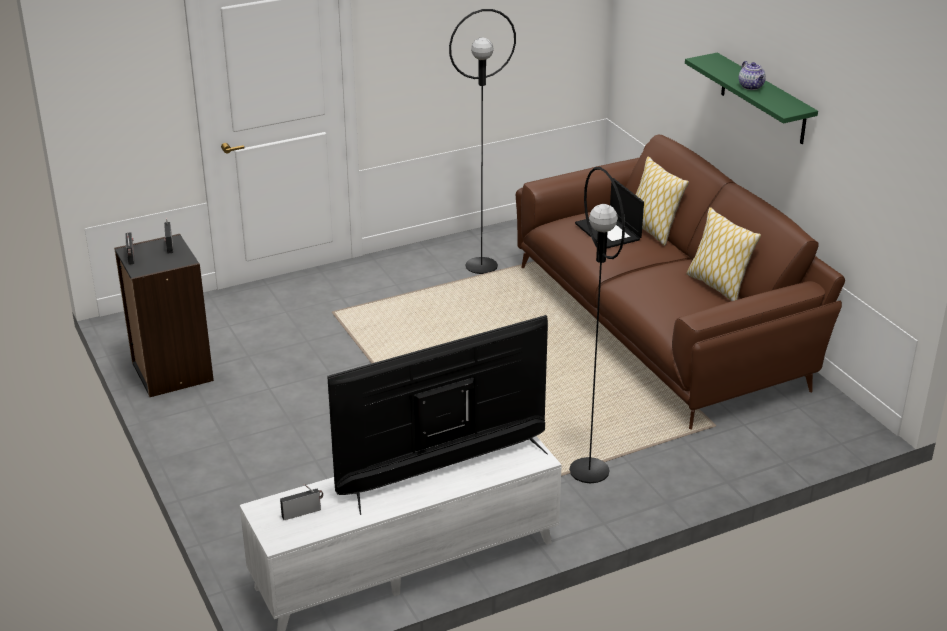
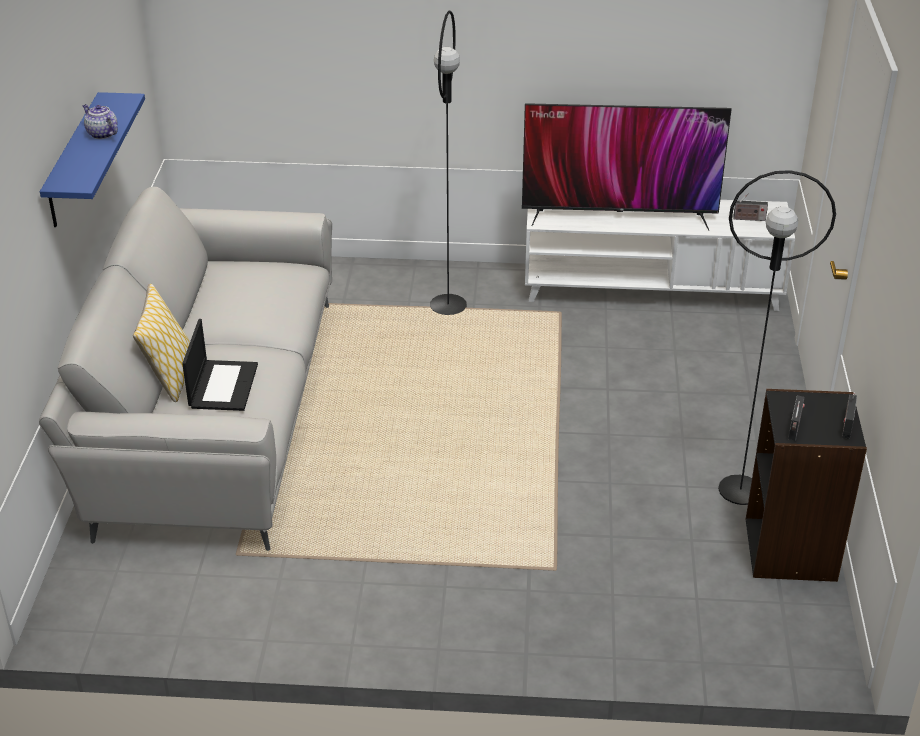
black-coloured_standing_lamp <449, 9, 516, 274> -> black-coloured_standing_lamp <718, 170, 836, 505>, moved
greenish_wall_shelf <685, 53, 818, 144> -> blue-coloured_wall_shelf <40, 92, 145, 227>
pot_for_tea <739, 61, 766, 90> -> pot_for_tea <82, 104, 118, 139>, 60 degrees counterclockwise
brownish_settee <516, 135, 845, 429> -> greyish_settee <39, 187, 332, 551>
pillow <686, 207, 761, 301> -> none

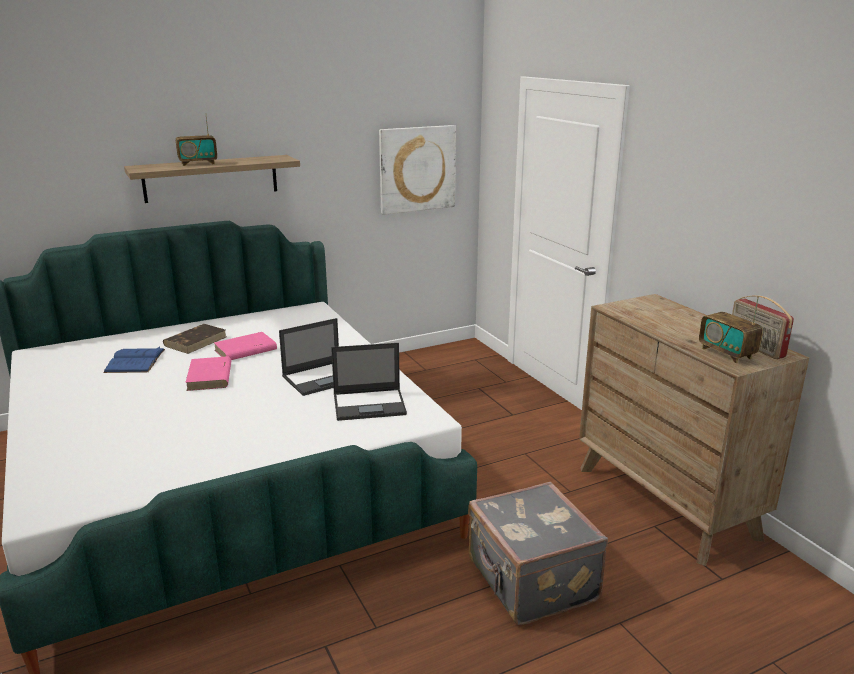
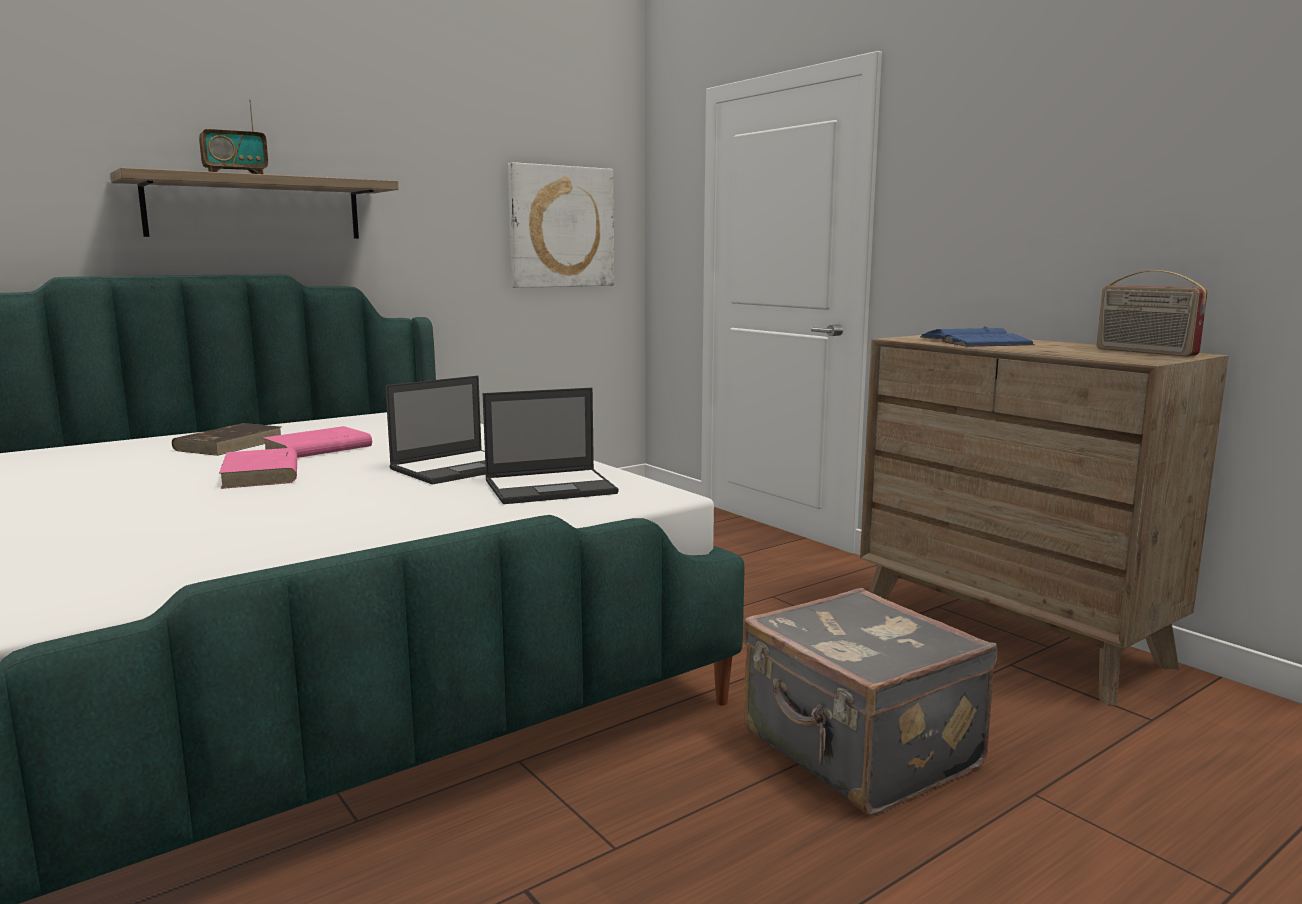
radio_set <699, 296, 763, 363> -> none
blue-coloured_volume <103, 346, 165, 373> -> blue-coloured_volume <920, 326, 1035, 347>, moved

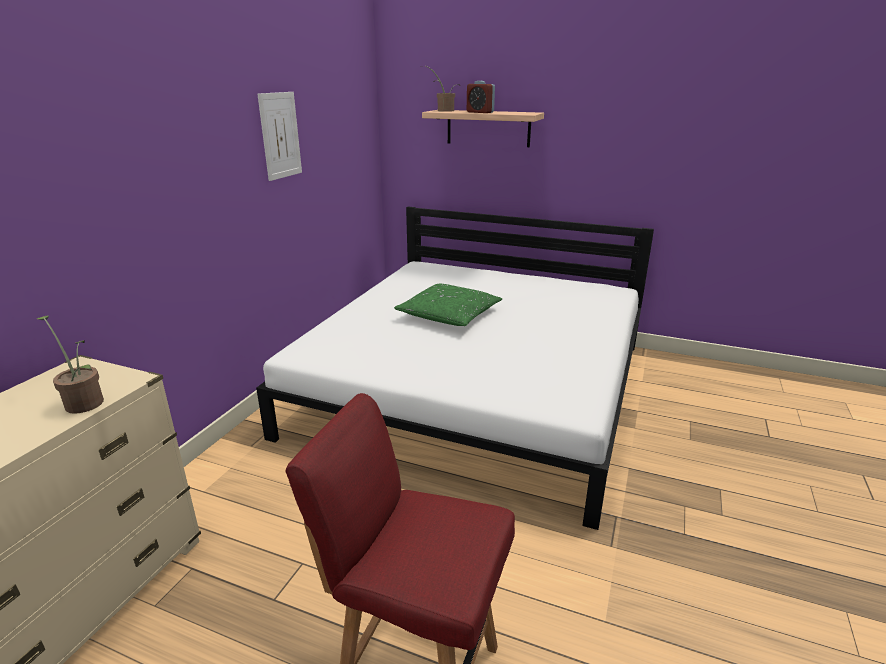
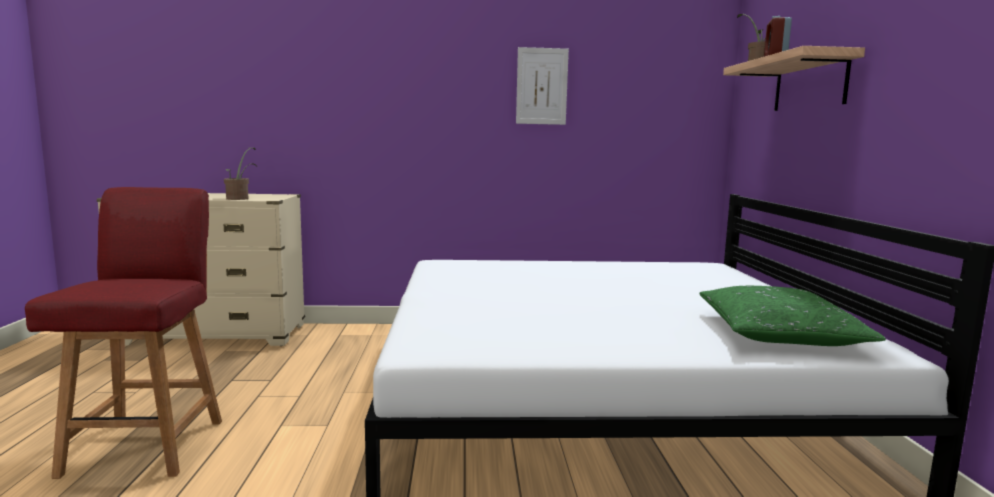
greenish_pillow <394, 284, 502, 326> -> greenish_pillow <700, 286, 886, 346>, moved

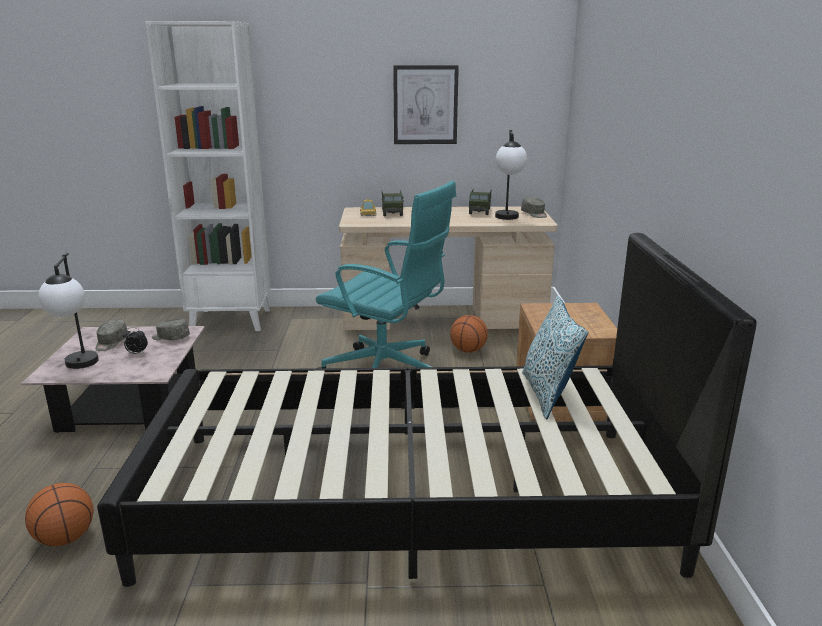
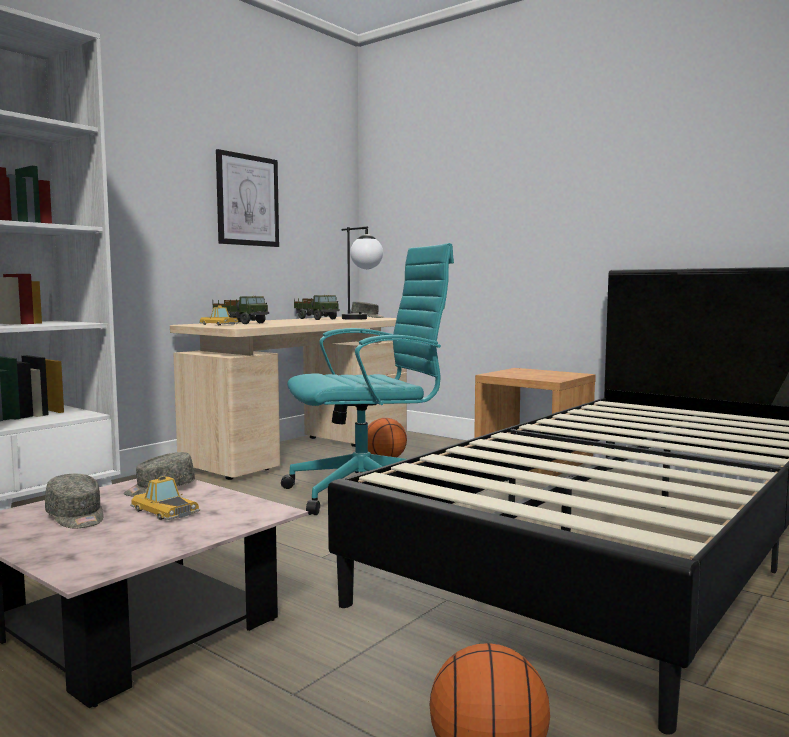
table_lamp <38, 253, 99, 369> -> none
pillow <522, 296, 588, 419> -> none
table_clock <123, 328, 148, 354> -> toy_car <130, 476, 200, 520>

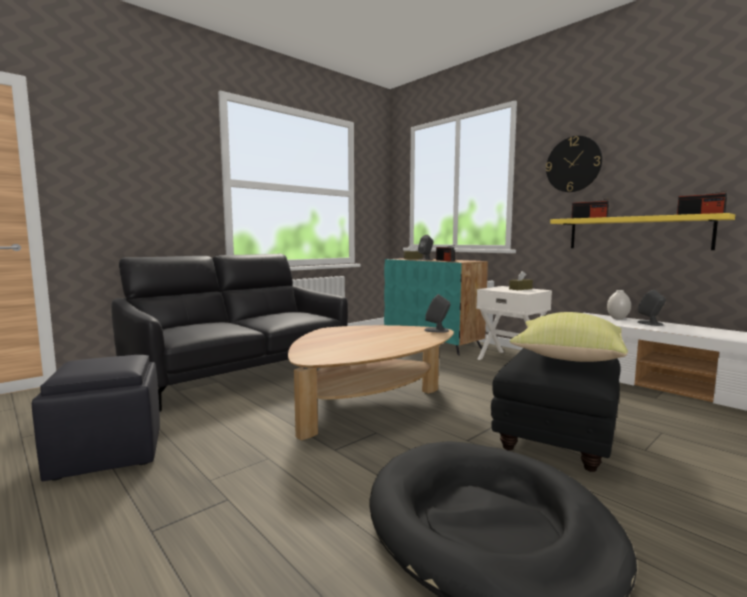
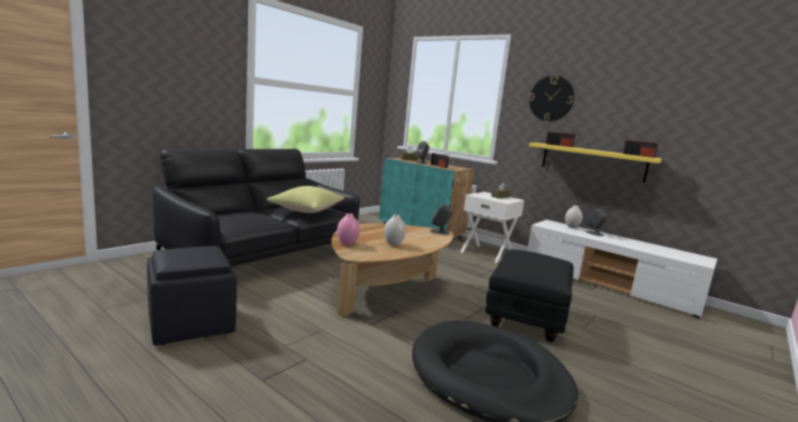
yellow_pillow <510, 312, 628, 362> -> yellow_pillow <267, 186, 345, 213>, moved
none -> pinkish_decorative_vase <337, 213, 360, 246>
none -> whitish_decorative_vase <384, 215, 406, 246>

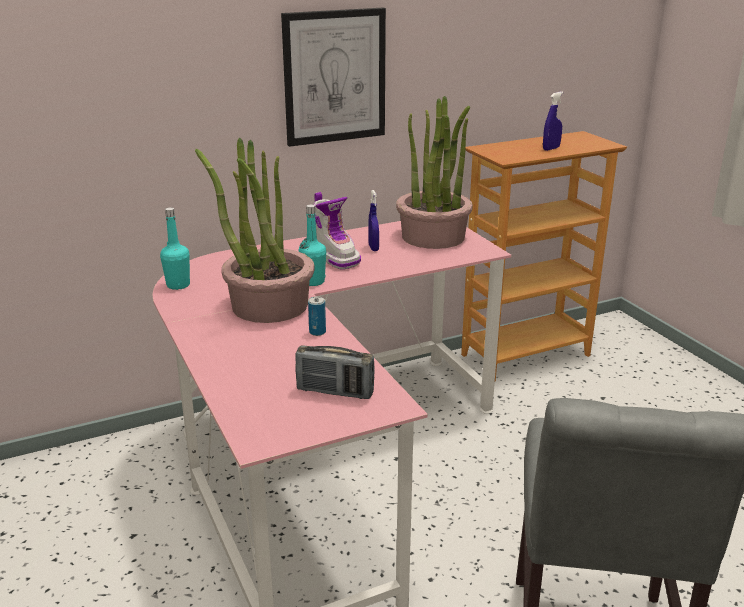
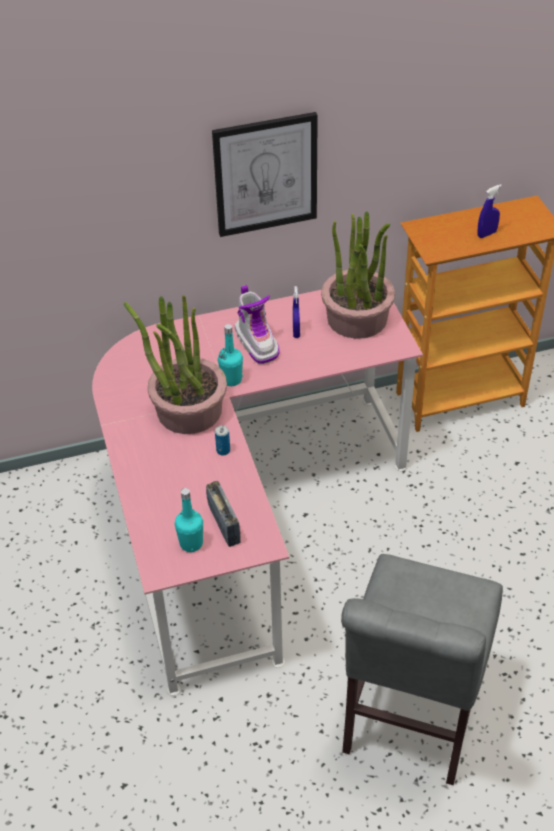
blue-green_drink_bottle <160, 207, 190, 290> -> blue-green_drink_bottle <175, 488, 203, 552>, moved
radio_set <296, 345, 375, 399> -> radio_set <206, 481, 241, 547>, 135 degrees counterclockwise

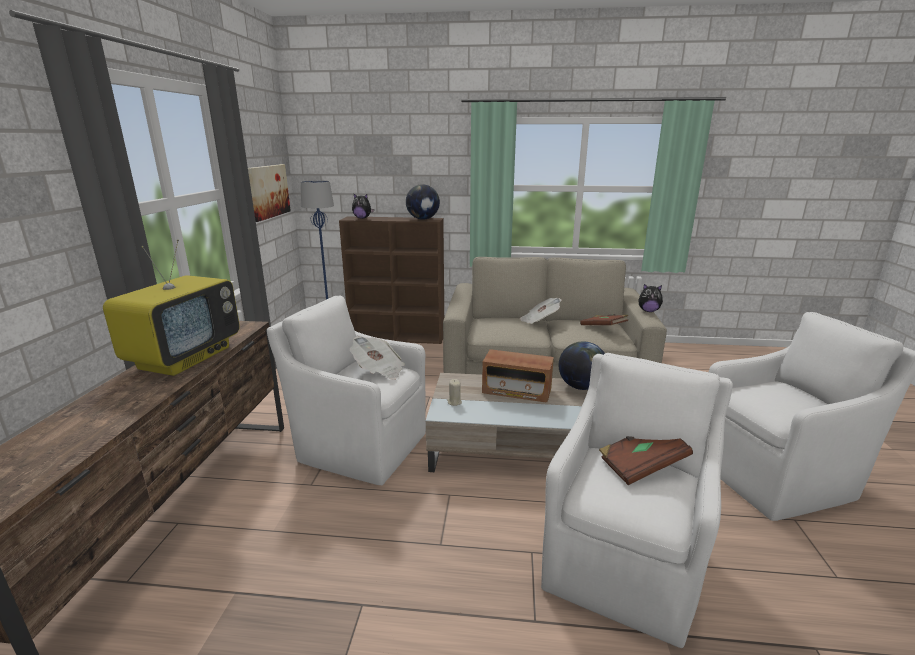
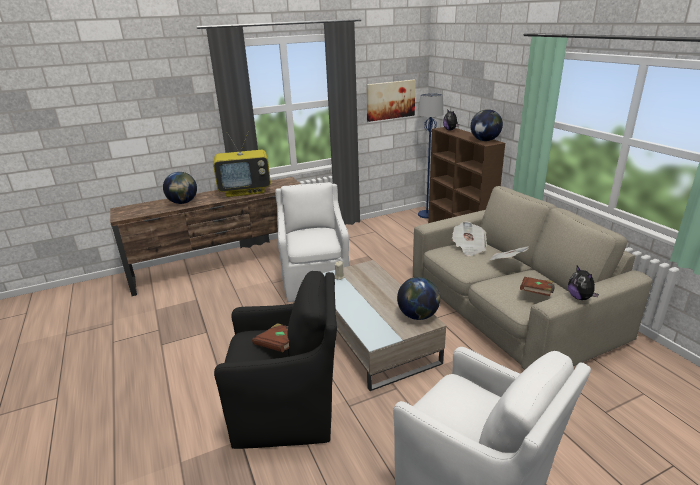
printed_paper <350, 336, 405, 380> -> printed_paper <452, 221, 487, 256>, moved
radio_set <482, 349, 554, 402> -> none
whitish_armchair <541, 353, 733, 648> -> black-coloured_armchair <214, 271, 337, 449>
none -> world_globe <163, 172, 197, 204>

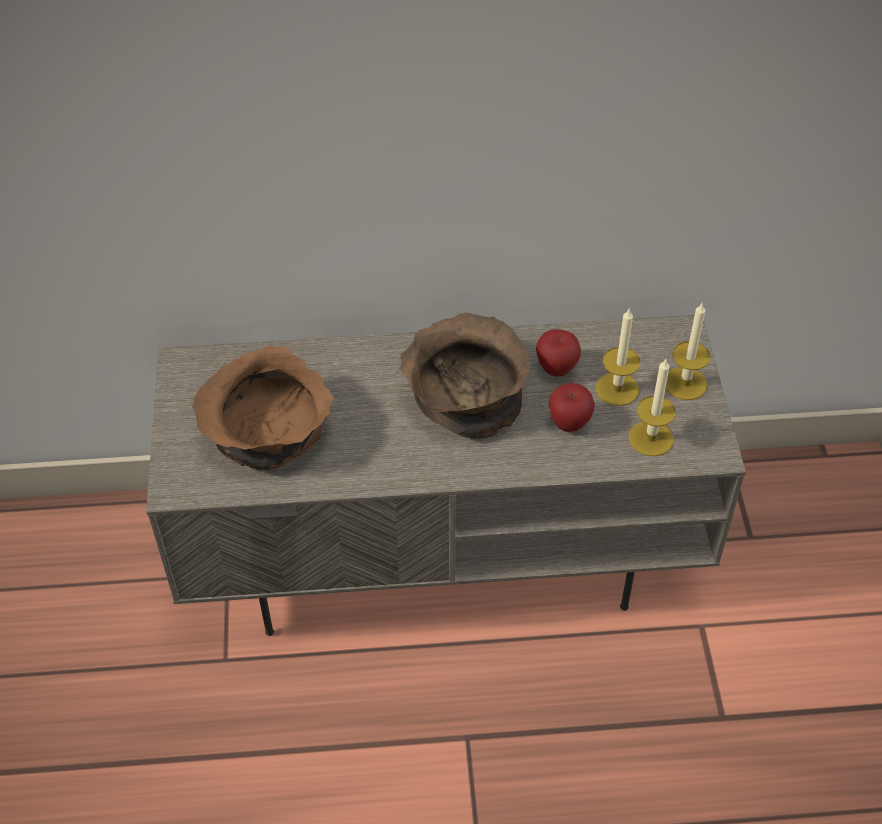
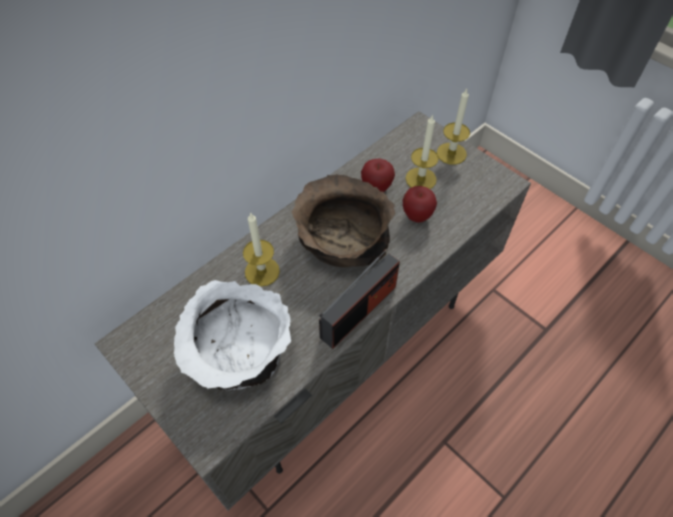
brownish_serving_bowl <192, 345, 334, 470> -> whitish_serving_bowl <174, 280, 291, 390>
candle <629, 359, 676, 456> -> candle <243, 212, 280, 287>, moved
none -> radio_set <319, 249, 400, 349>

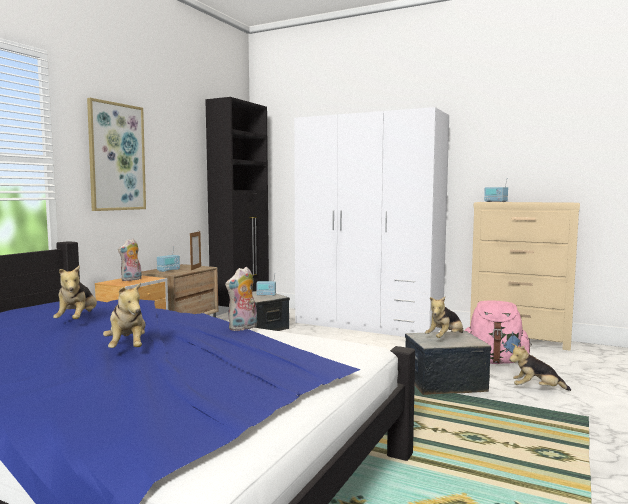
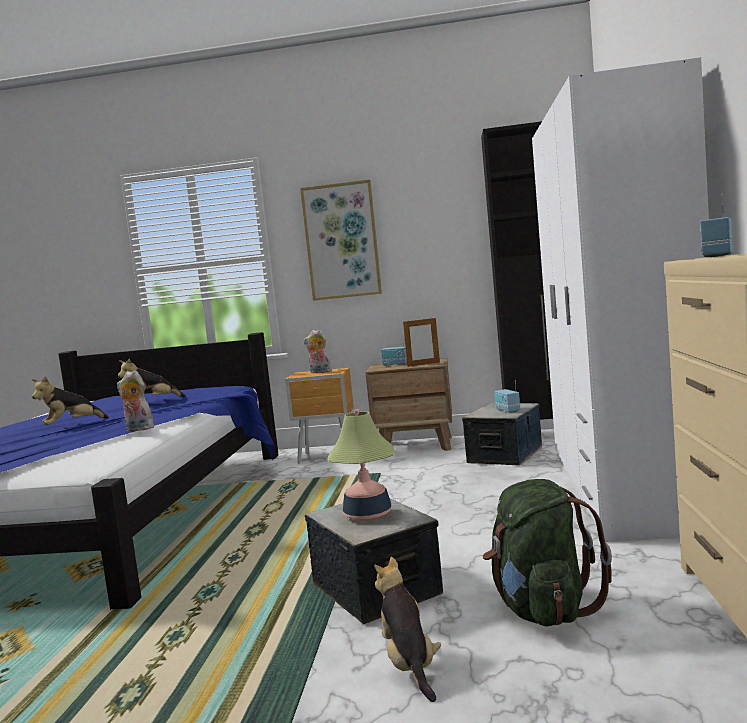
plush_toy <425, 297, 463, 338> -> table_lamp <327, 410, 395, 521>
pinkish_rucksack <465, 301, 532, 364> -> greenish_rucksack <483, 479, 612, 626>

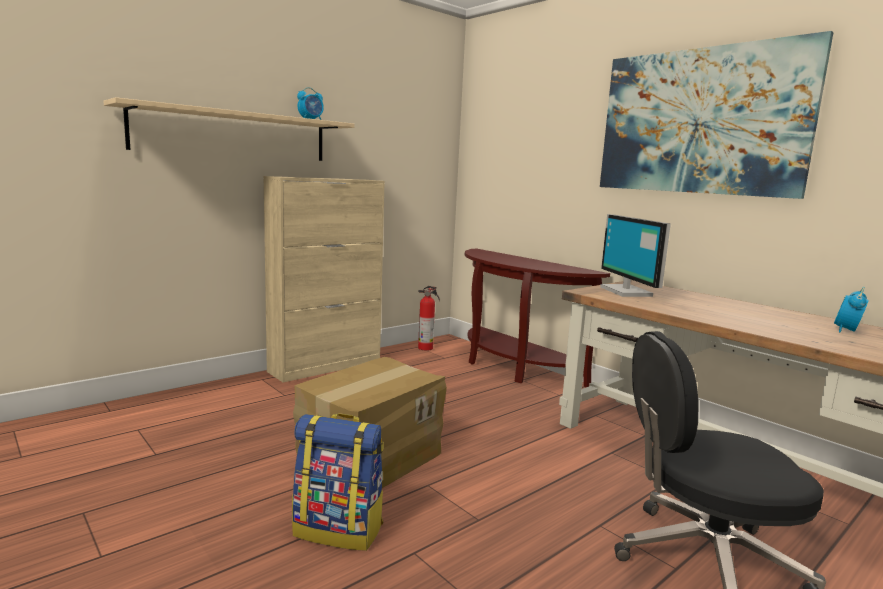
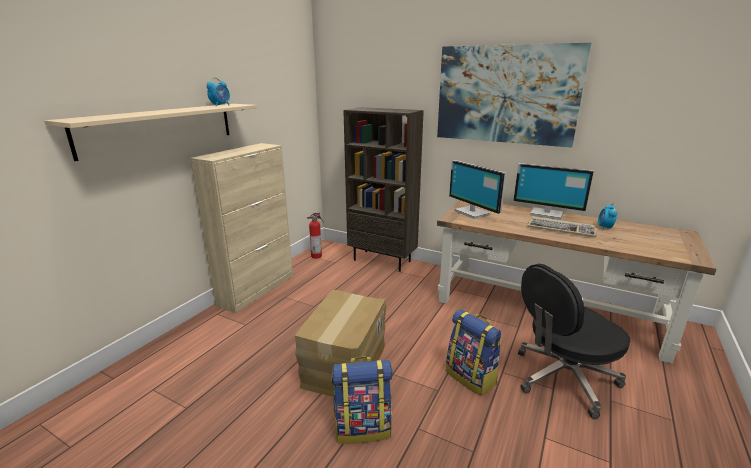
brownish_console_table <465, 249, 610, 387> -> brownish_shelving_unit <343, 107, 424, 272>
none -> computer_display <513, 163, 594, 220>
none -> keyboard <528, 217, 597, 237>
none -> rucksack <446, 309, 502, 396>

